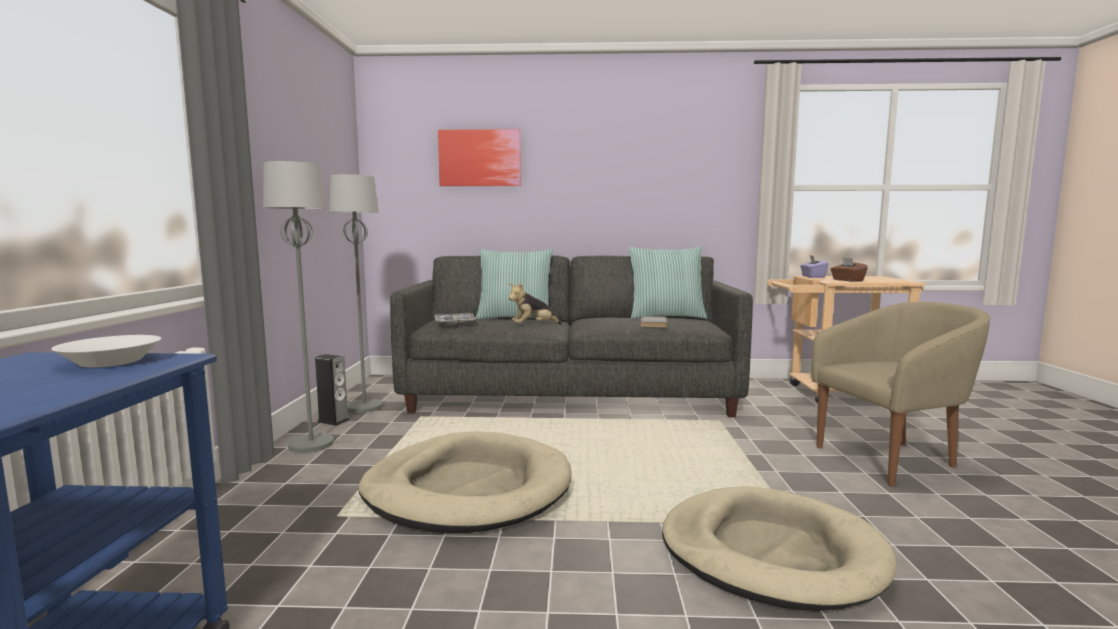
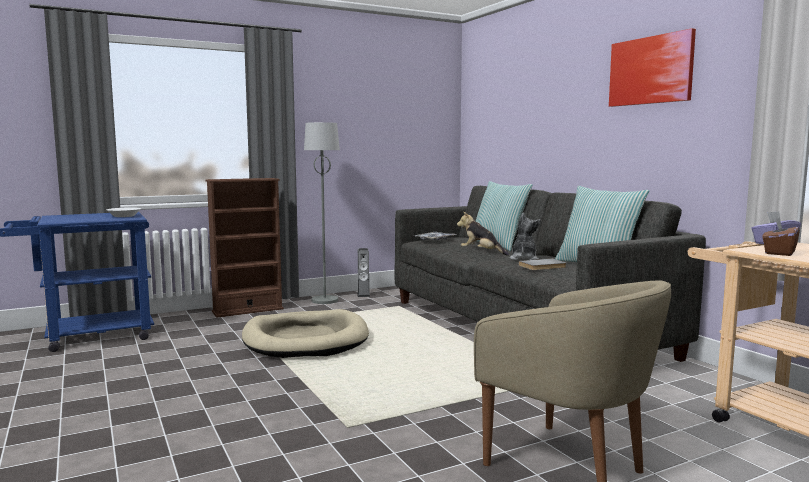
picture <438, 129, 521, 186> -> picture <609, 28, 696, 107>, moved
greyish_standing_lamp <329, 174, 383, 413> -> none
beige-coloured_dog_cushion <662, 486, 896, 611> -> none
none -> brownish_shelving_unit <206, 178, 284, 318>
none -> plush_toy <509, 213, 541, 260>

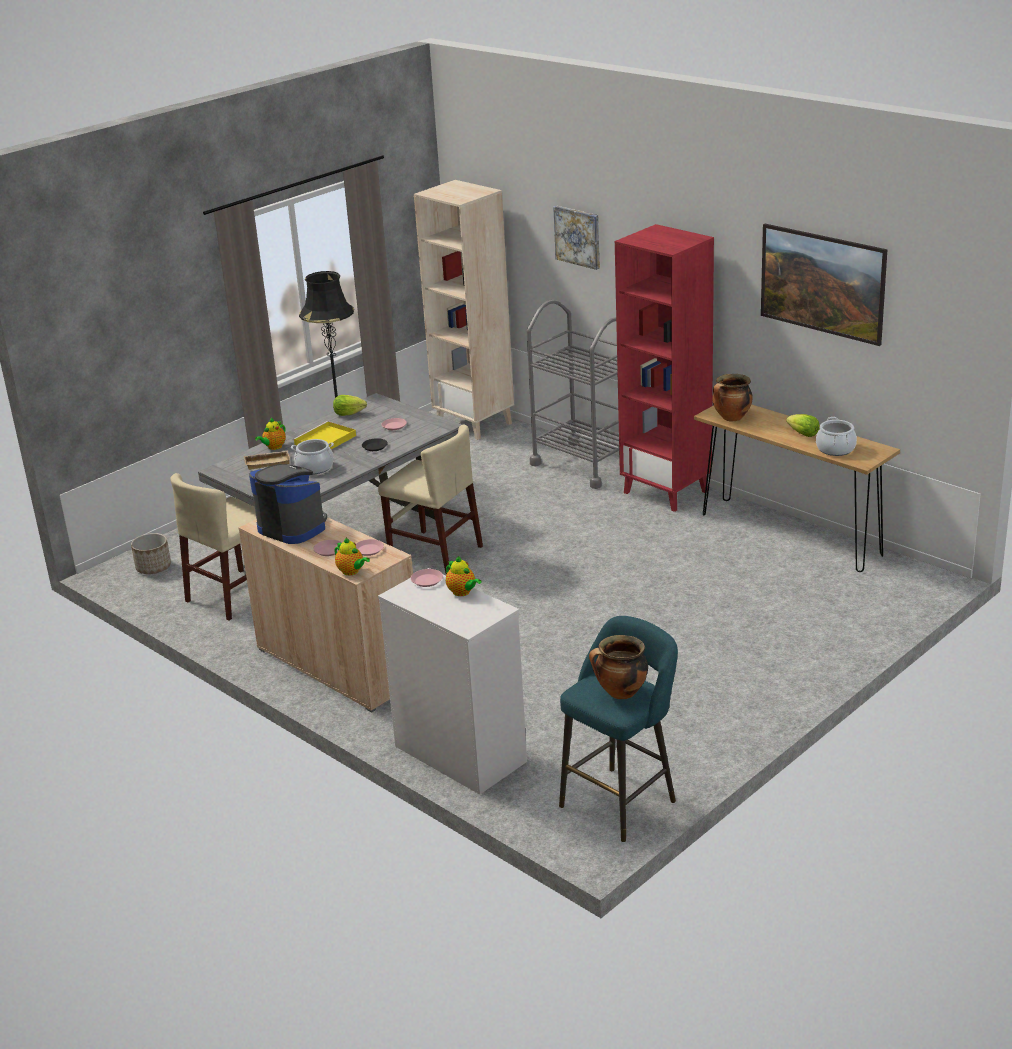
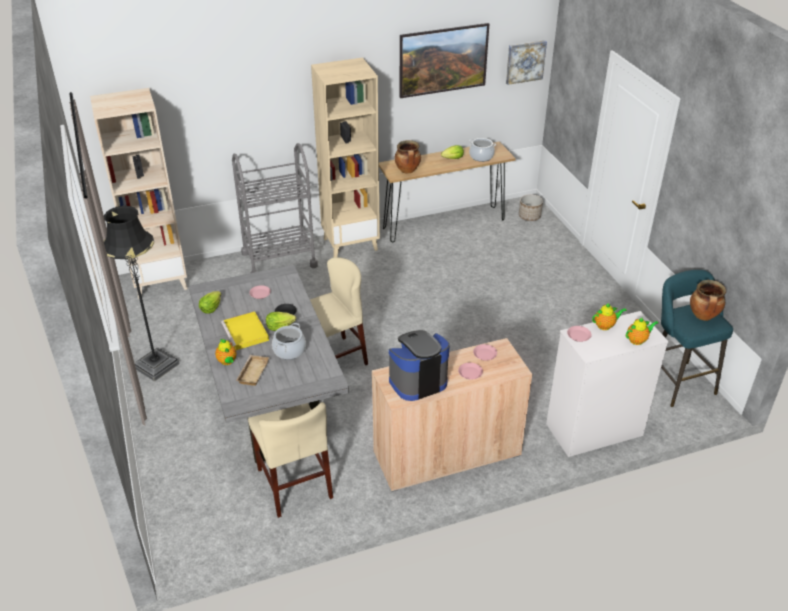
picture <553, 206, 600, 270> -> picture <506, 40, 547, 85>, moved
red_shelving_unit <615, 224, 714, 512> -> beige-coloured_shelving_unit <311, 58, 380, 258>
planter <131, 533, 171, 574> -> planter <519, 194, 543, 221>, moved
pot_for_tea <334, 537, 370, 575> -> pot_for_tea <626, 317, 659, 345>, moved
none -> lettuce_head <266, 312, 296, 331>

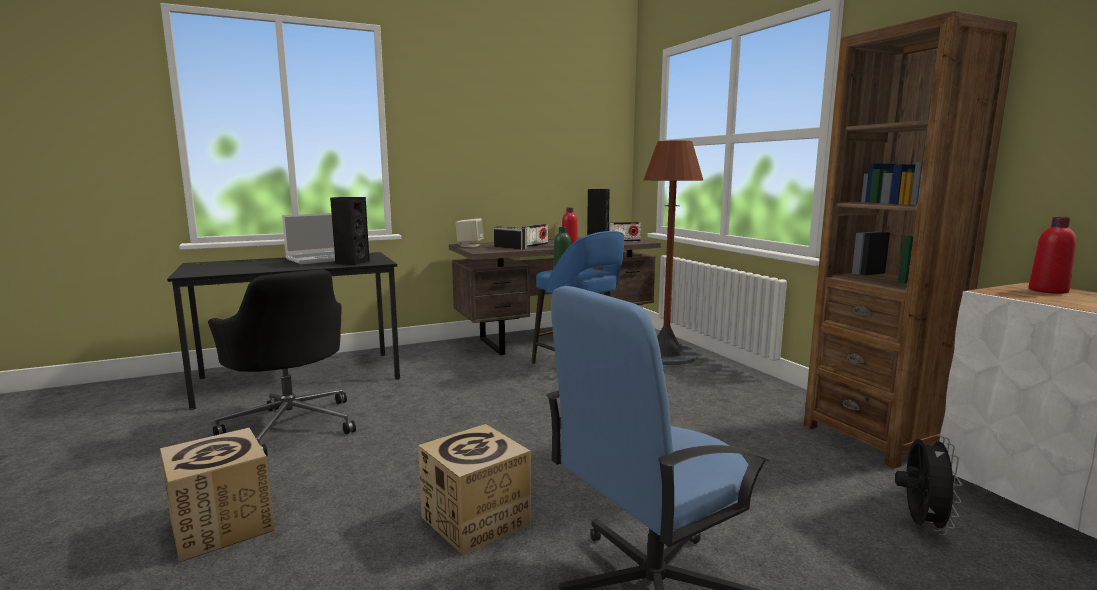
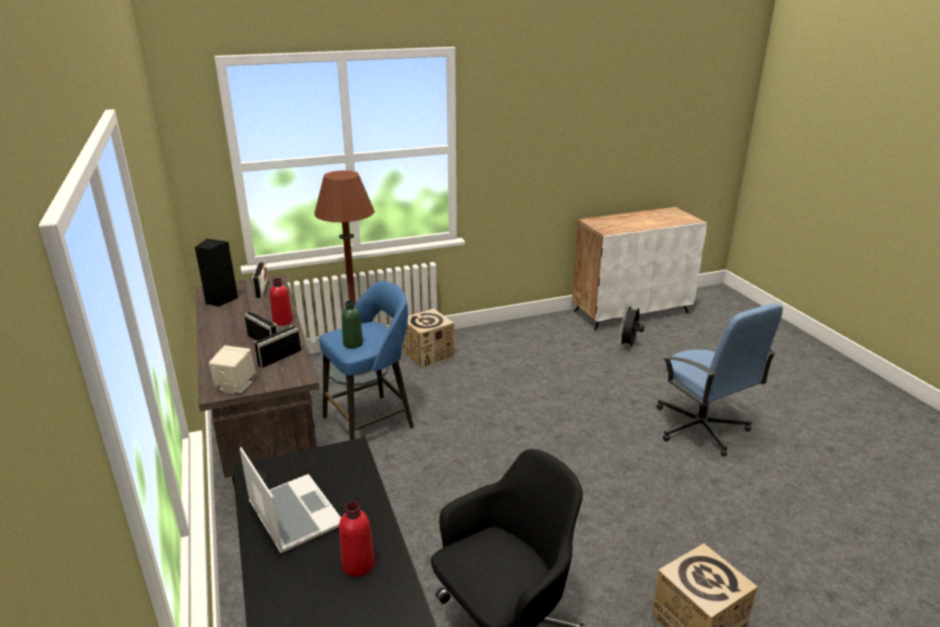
brownish_shelving_unit <804, 11, 1018, 469> -> none
black-coloured_speaker <330, 197, 370, 265> -> none
red_drink_bottle <1029, 217, 1076, 294> -> red_drink_bottle <339, 501, 375, 577>, moved
carton <418, 424, 531, 555> -> carton <402, 308, 454, 368>, moved
black-coloured_electric_fan <895, 435, 962, 535> -> black-coloured_electric_fan <619, 304, 644, 347>, 90 degrees counterclockwise

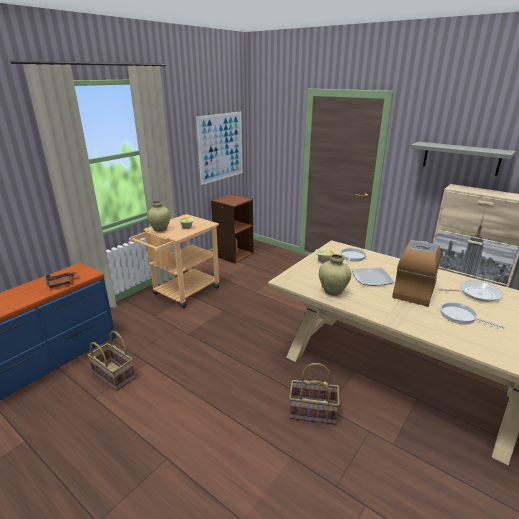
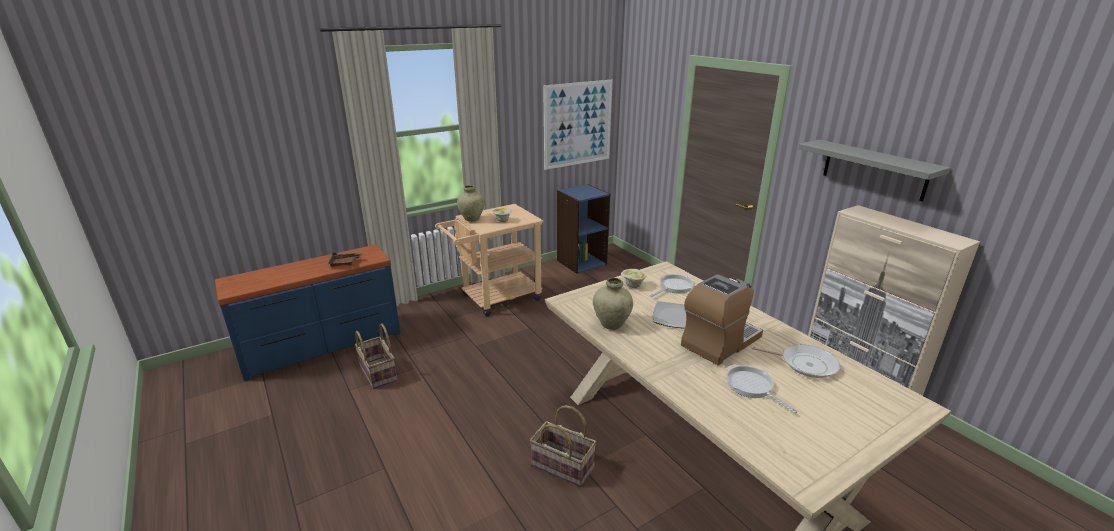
brownish_shelving_unit <211, 194, 253, 264> -> blue-coloured_shelving_unit <557, 184, 610, 274>

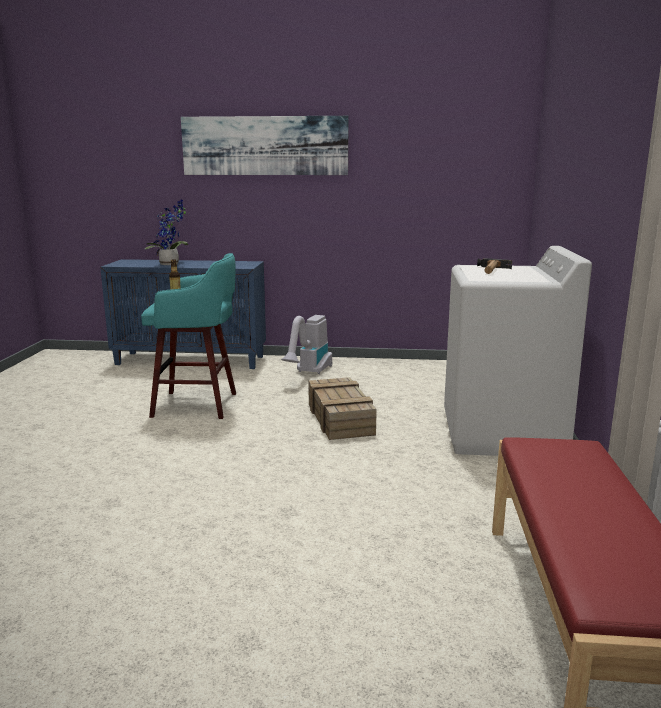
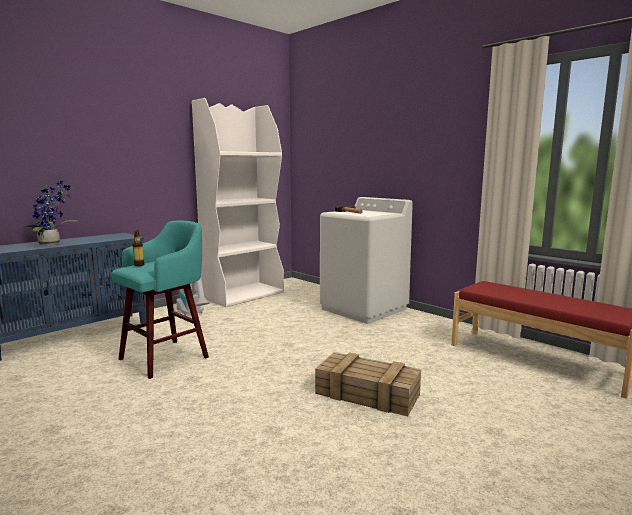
picture <181, 116, 349, 175> -> none
packing_crate <308, 377, 377, 440> -> packing_crate <315, 352, 421, 417>, moved
none -> whitish_shelving_unit <192, 98, 284, 307>

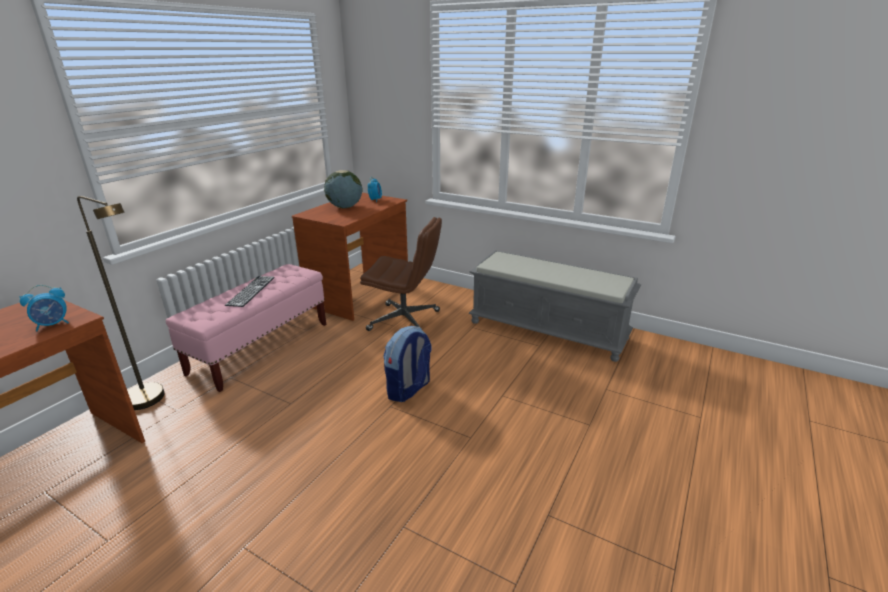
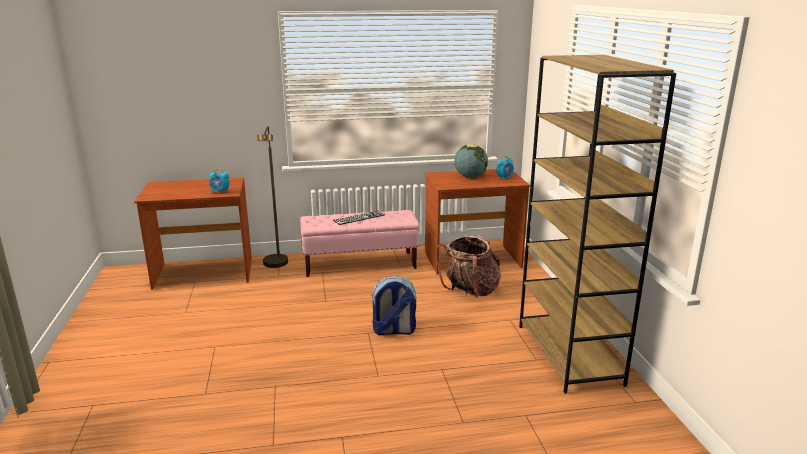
brownish_office_chair <360, 217, 442, 331> -> rucksack <435, 235, 501, 298>
greyish_bench <469, 250, 641, 362> -> brownish_shelving_unit <519, 55, 676, 394>

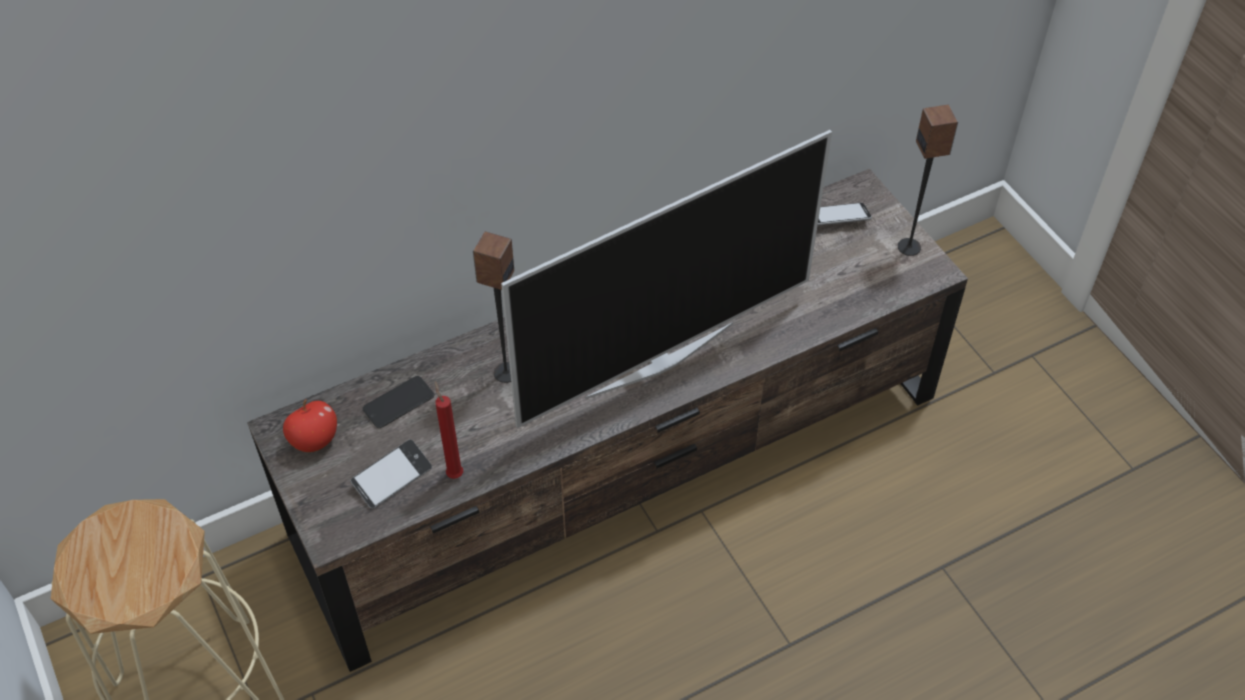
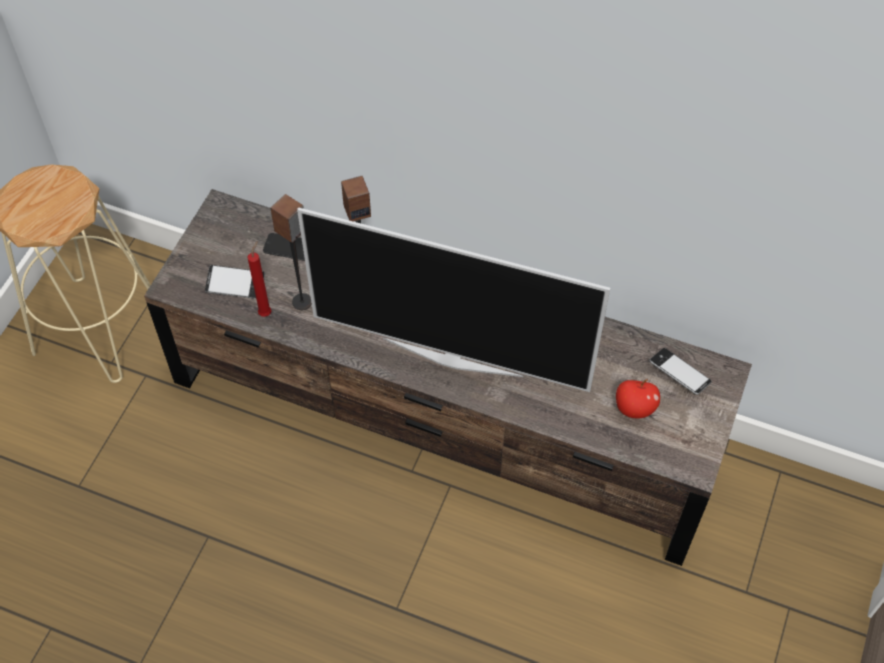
speaker <898, 105, 958, 256> -> speaker <270, 194, 312, 310>, moved
whole_apple <283, 399, 337, 452> -> whole_apple <616, 380, 660, 419>, moved

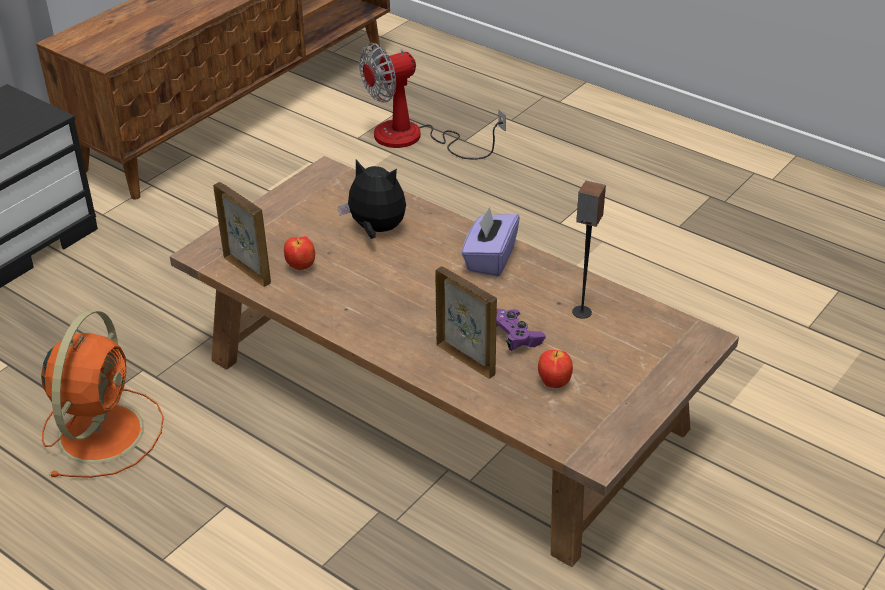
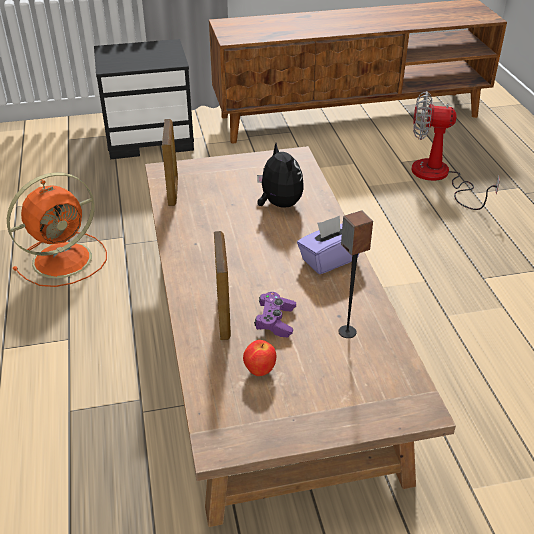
whole_apple <284, 236, 315, 270> -> none

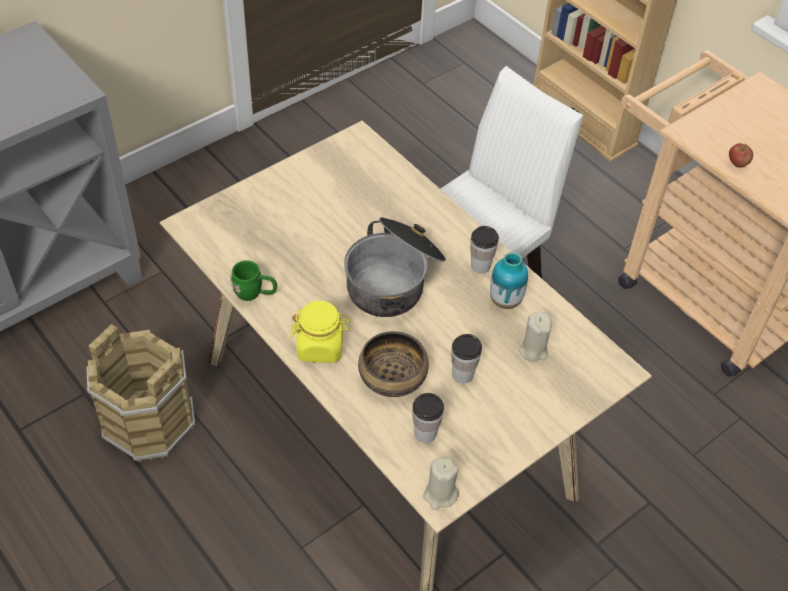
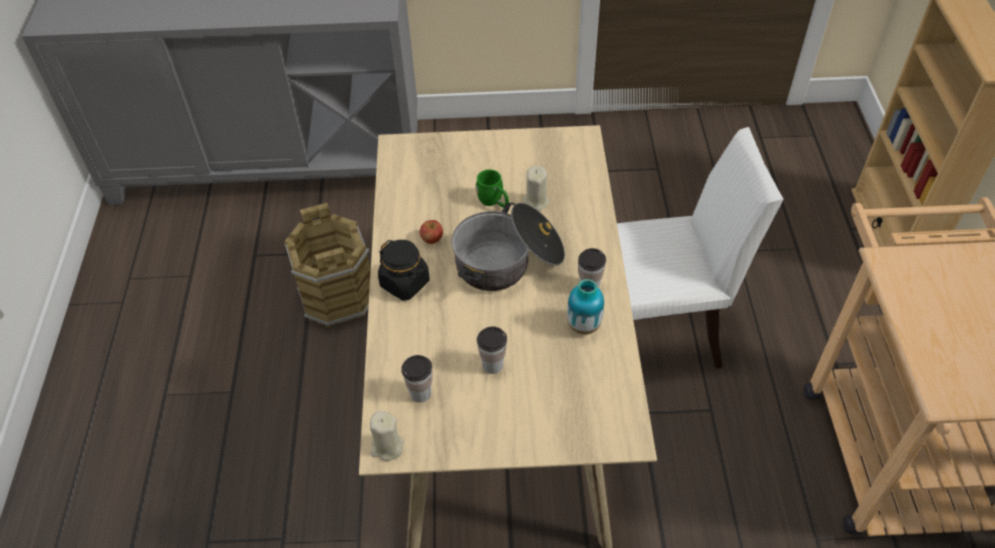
whole_apple <729, 143, 753, 168> -> whole_apple <420, 220, 443, 244>, moved
greenish_tea_mug <230, 260, 277, 301> -> greenish_tea_mug <475, 169, 509, 208>, moved
yellow_preserve_jar <291, 300, 350, 363> -> black-coloured_preserve_jar <378, 240, 430, 301>
beige-coloured_candle <518, 312, 552, 362> -> beige-coloured_candle <523, 166, 549, 211>, moved
serving_bowl <358, 331, 429, 397> -> none

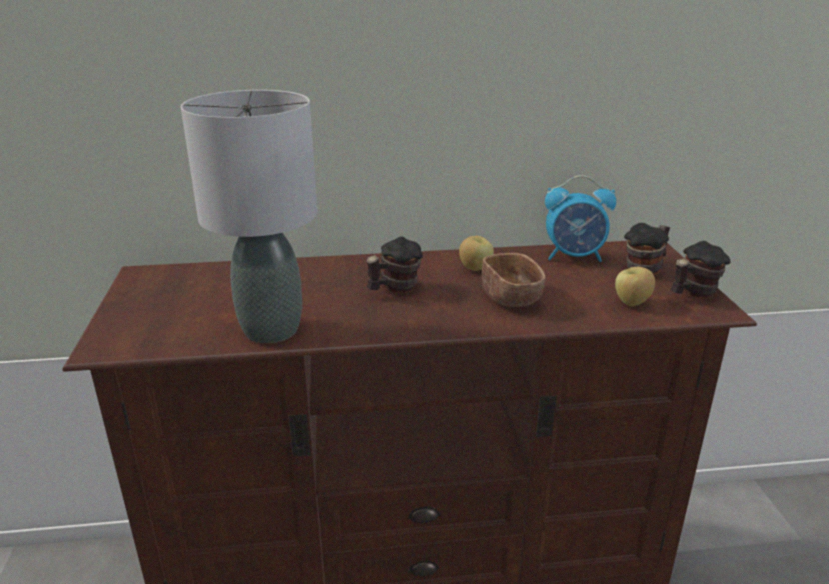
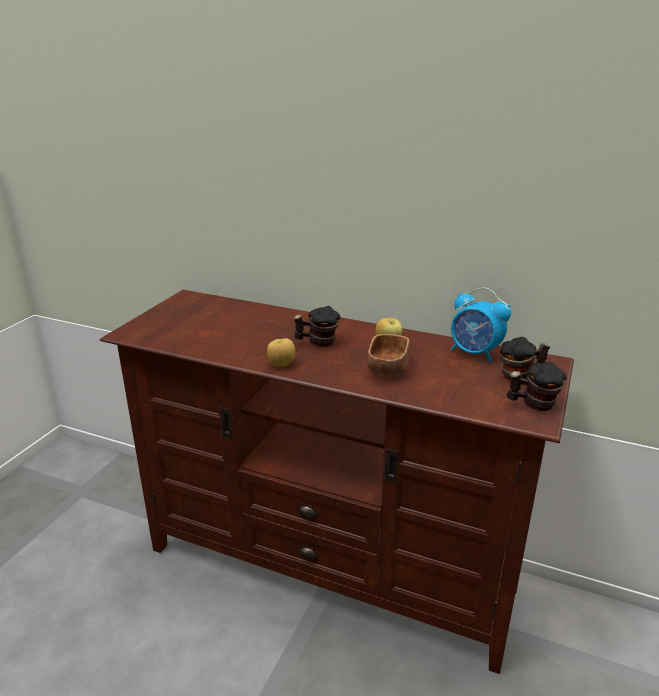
greyish_table_lamp <181, 90, 318, 343> -> none
whole_apple <615, 267, 655, 306> -> whole_apple <267, 338, 295, 367>, moved

